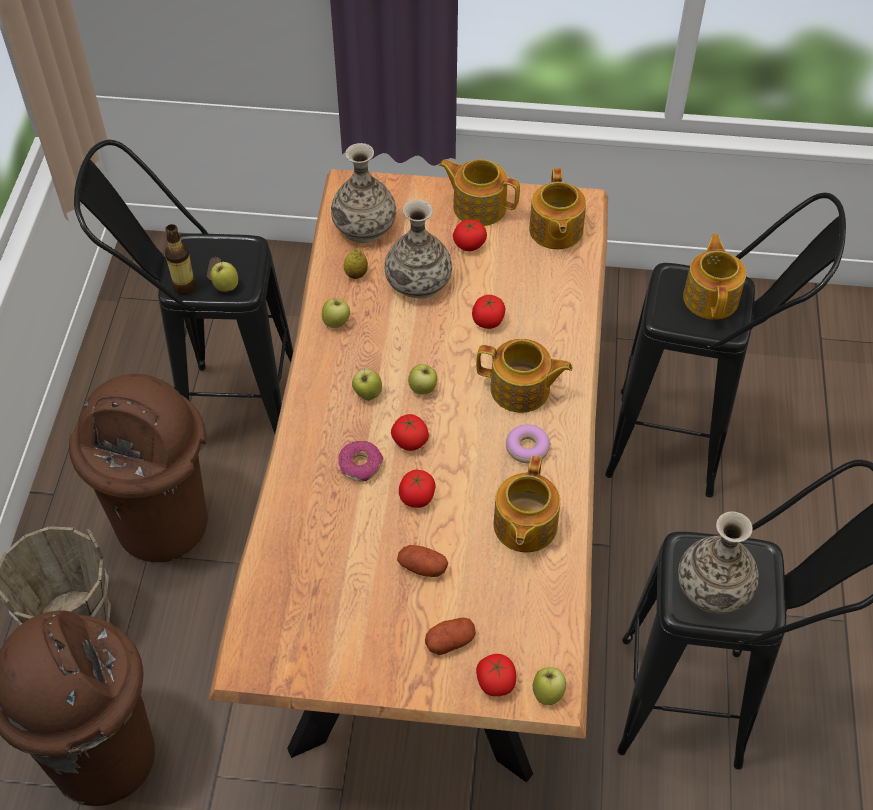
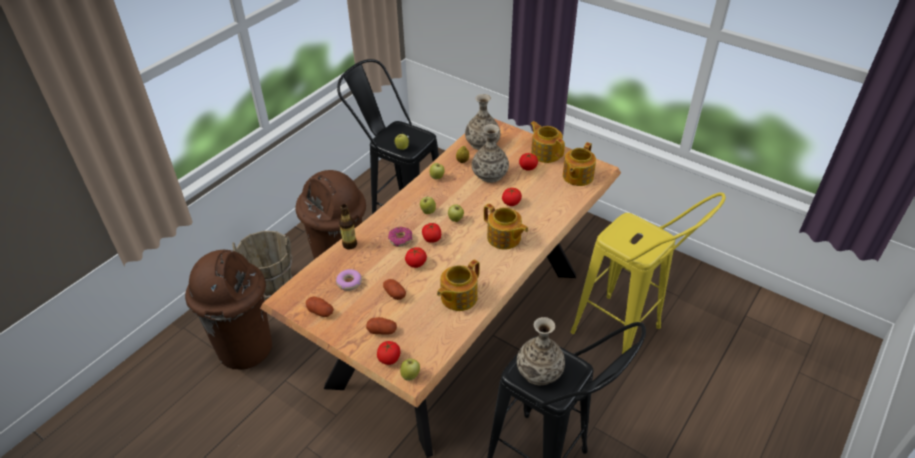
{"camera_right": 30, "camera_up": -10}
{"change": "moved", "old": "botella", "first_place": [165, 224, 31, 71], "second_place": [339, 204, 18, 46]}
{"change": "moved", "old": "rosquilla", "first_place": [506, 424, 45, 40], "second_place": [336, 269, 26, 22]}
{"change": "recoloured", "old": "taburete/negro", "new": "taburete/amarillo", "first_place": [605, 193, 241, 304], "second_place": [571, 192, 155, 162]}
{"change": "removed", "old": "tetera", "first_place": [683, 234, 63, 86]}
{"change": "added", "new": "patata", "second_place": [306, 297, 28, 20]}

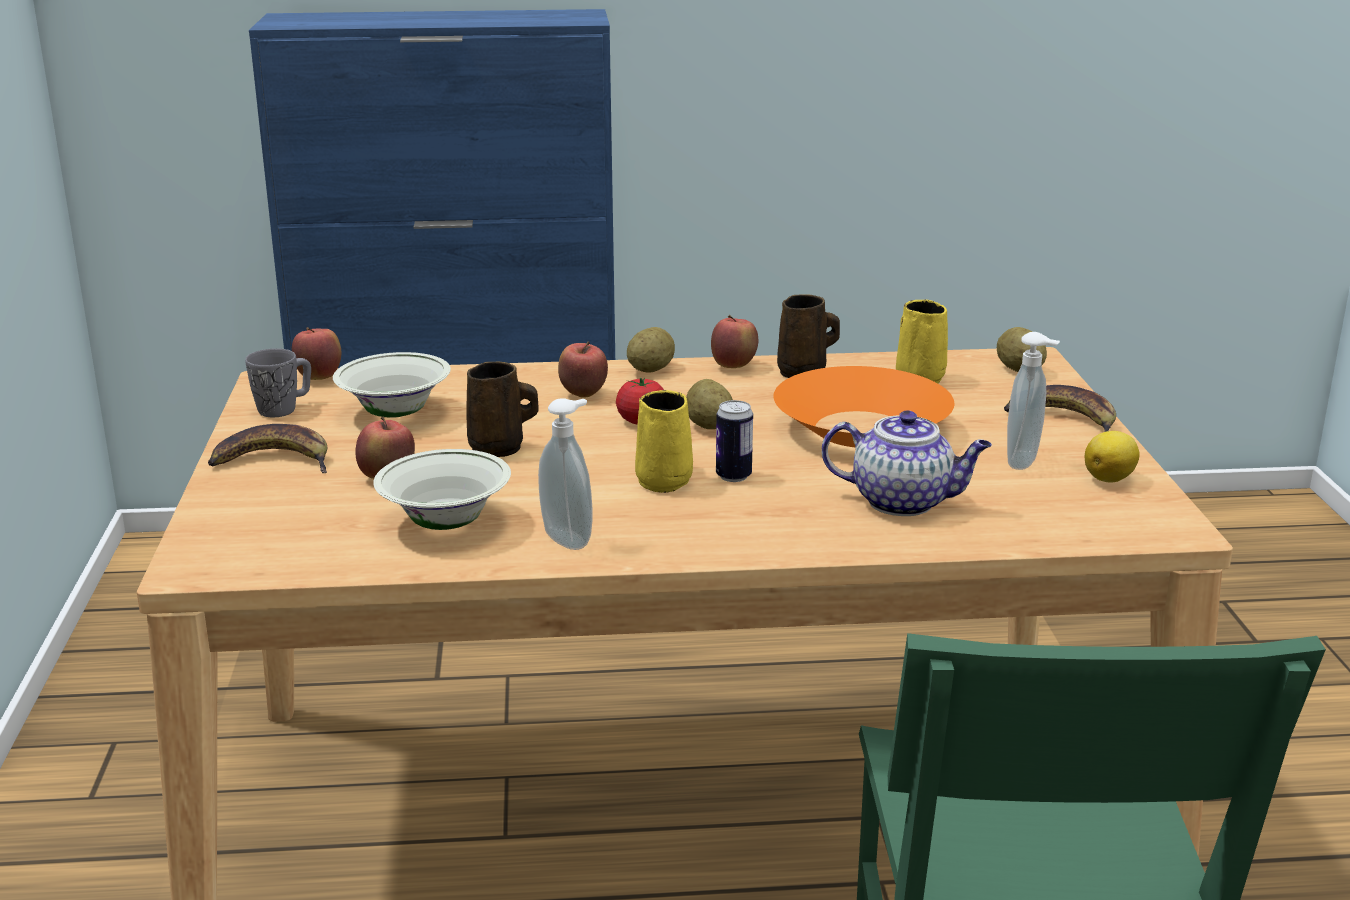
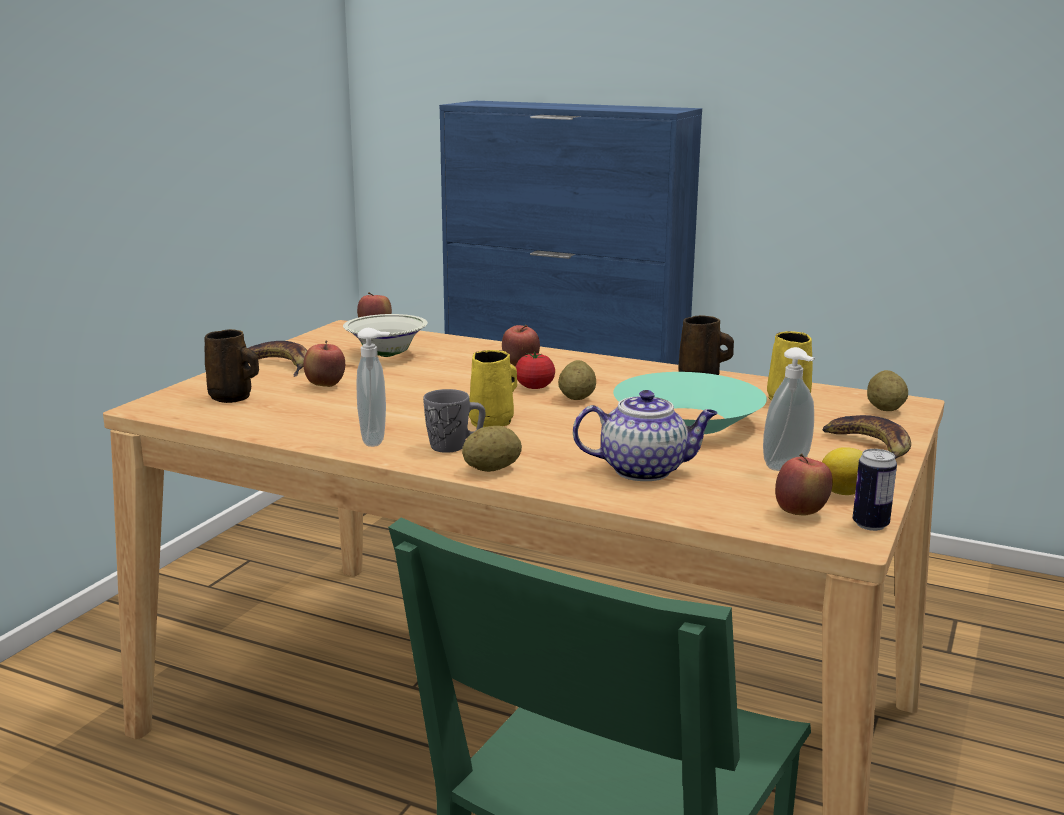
{"camera_right": 30, "camera_up": -5}
{"change": "moved", "old": "taza grande/gris", "first_place": [245, 348, 66, 69], "second_place": [423, 389, 63, 64]}
{"change": "removed", "old": "cuenco/blanco", "first_place": [373, 449, 138, 81]}
{"change": "moved", "old": "taza grande/marrón", "first_place": [466, 362, 73, 95], "second_place": [204, 329, 55, 74]}
{"change": "moved", "old": "patata", "first_place": [627, 327, 48, 46], "second_place": [462, 426, 60, 46]}
{"change": "moved", "old": "manzana", "first_place": [711, 315, 47, 53], "second_place": [775, 454, 58, 62]}
{"change": "moved", "old": "lata", "first_place": [716, 400, 37, 82], "second_place": [853, 449, 44, 82]}
{"change": "recoloured", "old": "cuenco/naranja", "new": "cuenco/turquesa", "first_place": [774, 366, 180, 81], "second_place": [613, 372, 154, 62]}
{"change": "turned", "old": "tetera", "first_place": [822, 410, 170, 106], "second_place": [573, 390, 145, 91], "degrees": -45}

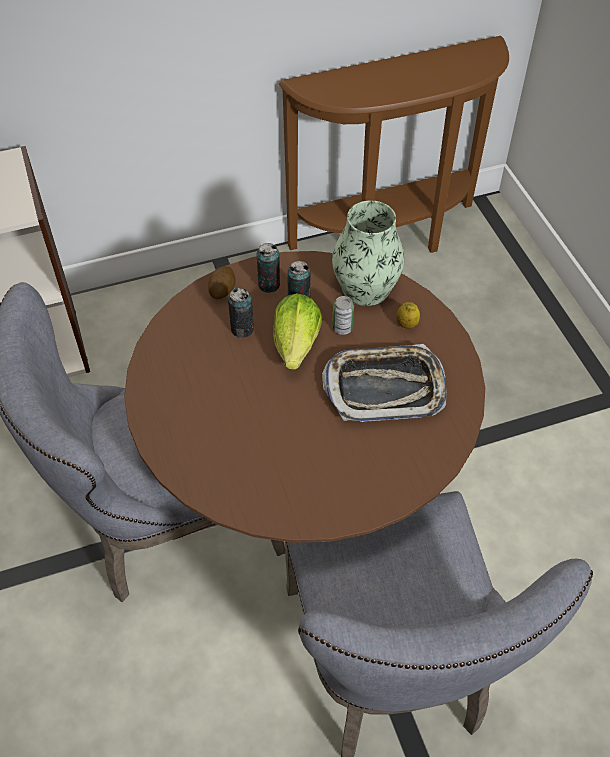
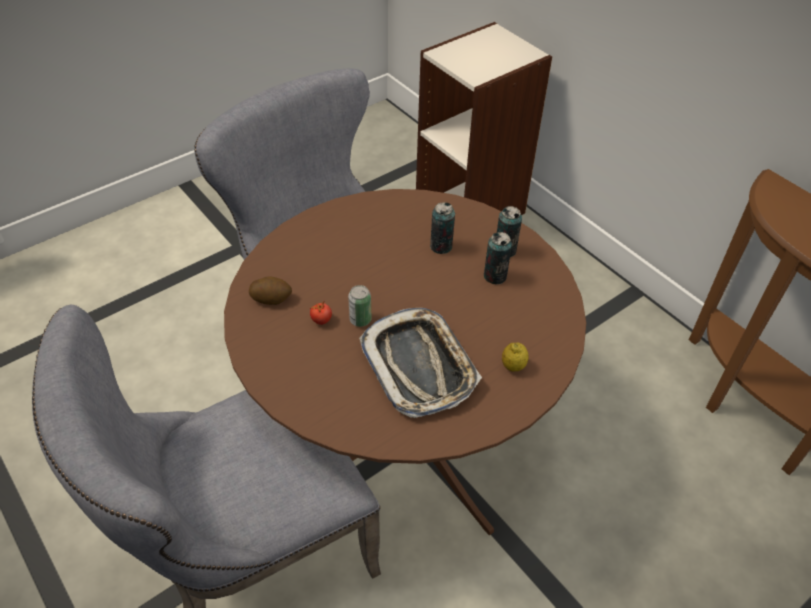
{"camera_right": 70, "camera_up": -5}
{"change": "moved", "old": "patata", "first_place": [208, 266, 28, 33], "second_place": [249, 276, 43, 29]}
{"change": "removed", "old": "lechuga", "first_place": [273, 293, 49, 77]}
{"change": "removed", "old": "florero", "first_place": [332, 201, 73, 105]}
{"change": "moved", "old": "lata", "first_place": [332, 296, 22, 39], "second_place": [348, 285, 23, 42]}
{"change": "added", "new": "tomate", "second_place": [310, 300, 22, 25]}

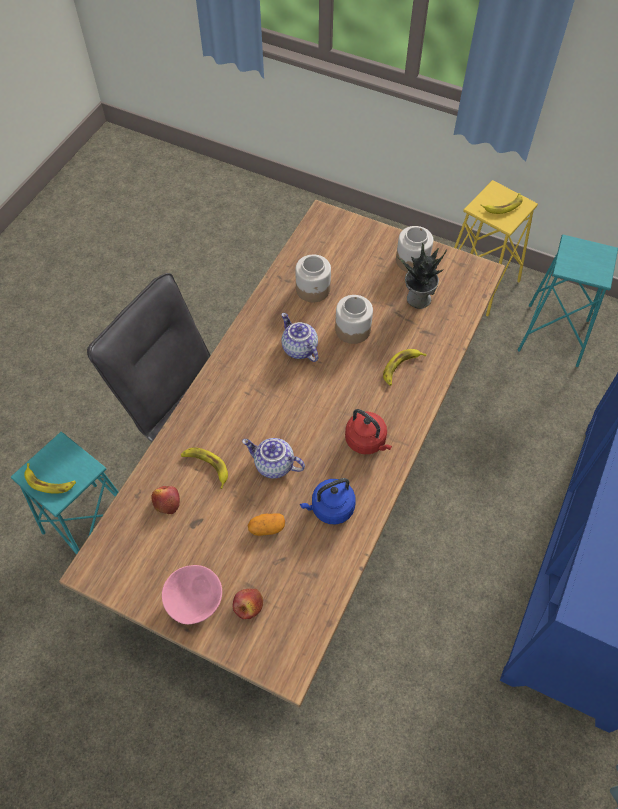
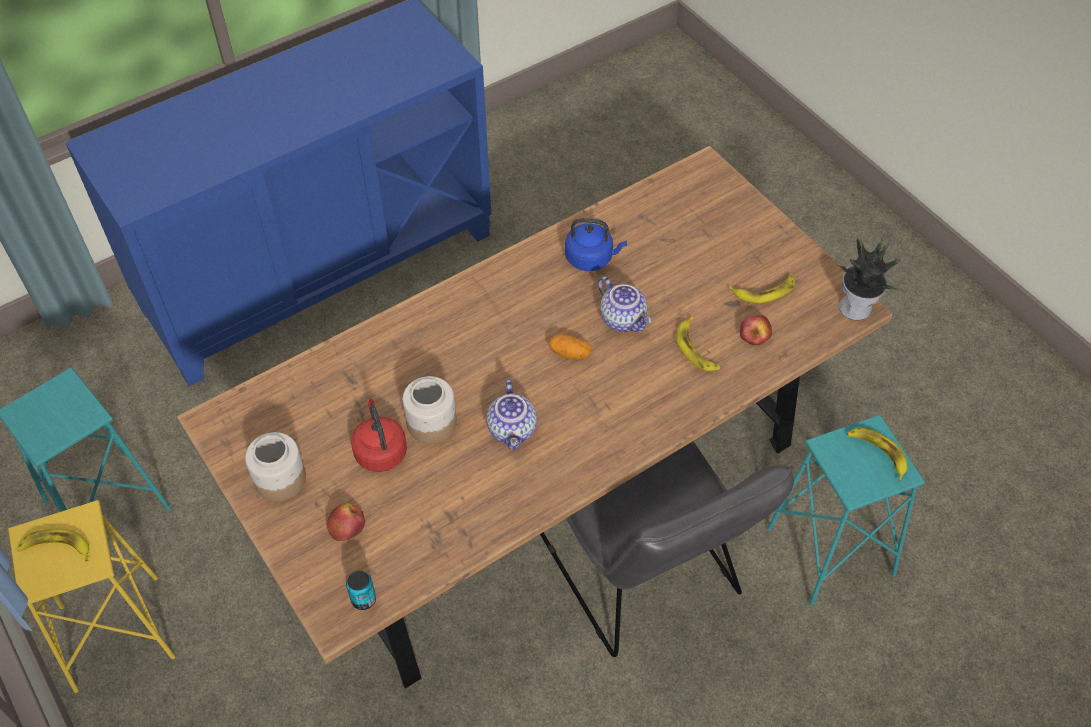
{"camera_right": -150, "camera_up": -5}
{"change": "removed", "old": "cuenco/rosa", "first_place": [162, 565, 60, 59]}
{"change": "moved", "old": "manzana", "first_place": [233, 589, 30, 30], "second_place": [326, 503, 39, 38]}
{"change": "moved", "old": "patata", "first_place": [248, 513, 37, 23], "second_place": [549, 334, 43, 25]}
{"change": "removed", "old": "tarro", "first_place": [295, 255, 36, 47]}
{"change": "moved", "old": "hervidor/rojo", "first_place": [345, 409, 47, 46], "second_place": [351, 399, 56, 73]}
{"change": "moved", "old": "plátano", "first_place": [383, 349, 43, 37], "second_place": [729, 274, 66, 29]}
{"change": "moved", "old": "planta en maceta", "first_place": [396, 243, 51, 66], "second_place": [836, 234, 65, 86]}
{"change": "added", "new": "lata", "second_place": [346, 571, 30, 39]}

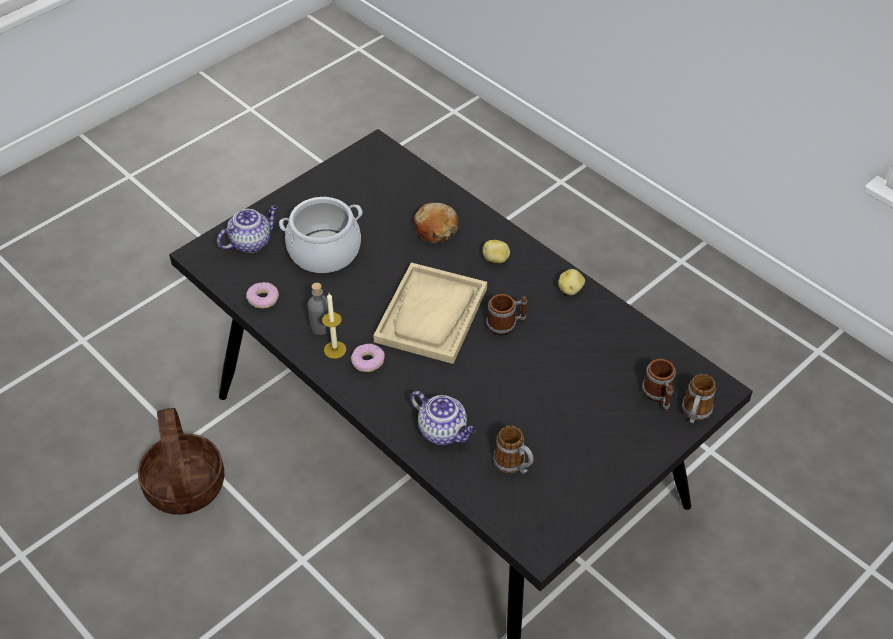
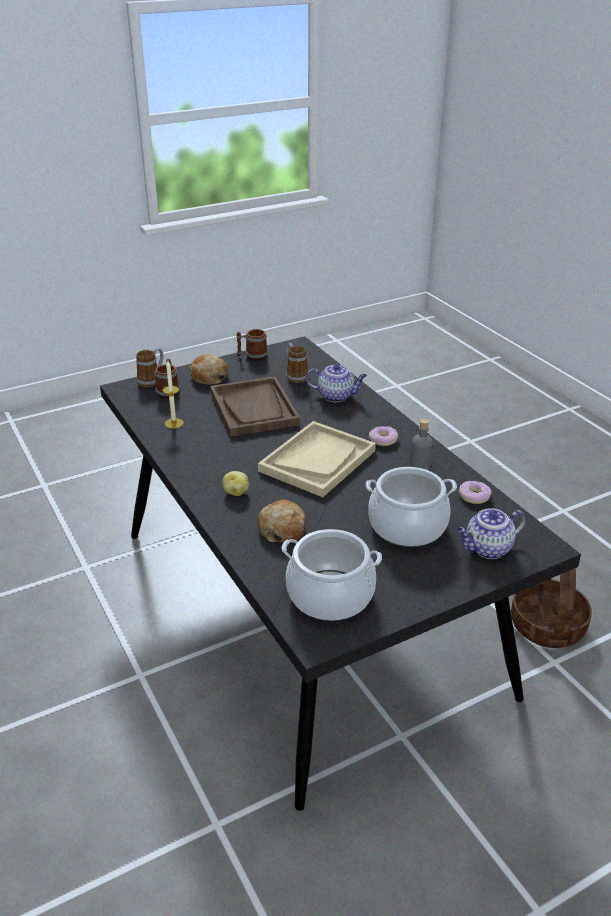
{"camera_right": -165, "camera_up": -15}
{"change": "moved", "old": "vela", "first_place": [322, 293, 24, 66], "second_place": [162, 361, 22, 68]}
{"change": "turned", "old": "tetera", "first_place": [410, 391, 66, 54], "second_place": [306, 364, 61, 38], "degrees": 135}
{"change": "moved", "old": "taza grande", "first_place": [486, 294, 41, 41], "second_place": [236, 329, 32, 32]}
{"change": "removed", "old": "patata", "first_place": [558, 269, 27, 26]}
{"change": "added", "new": "pan", "second_place": [189, 354, 39, 31]}
{"change": "added", "new": "bandeja/marrón", "second_place": [210, 376, 90, 61]}
{"change": "added", "new": "olla", "second_place": [282, 529, 100, 92]}

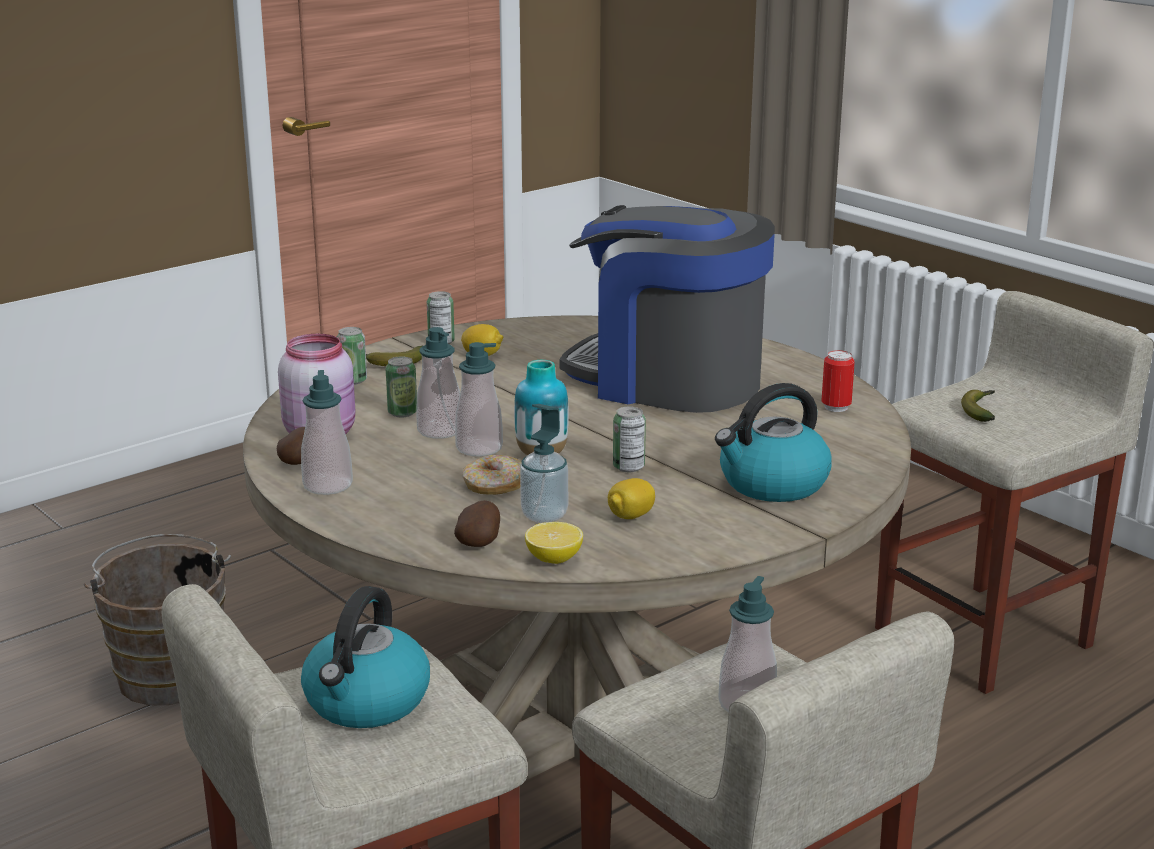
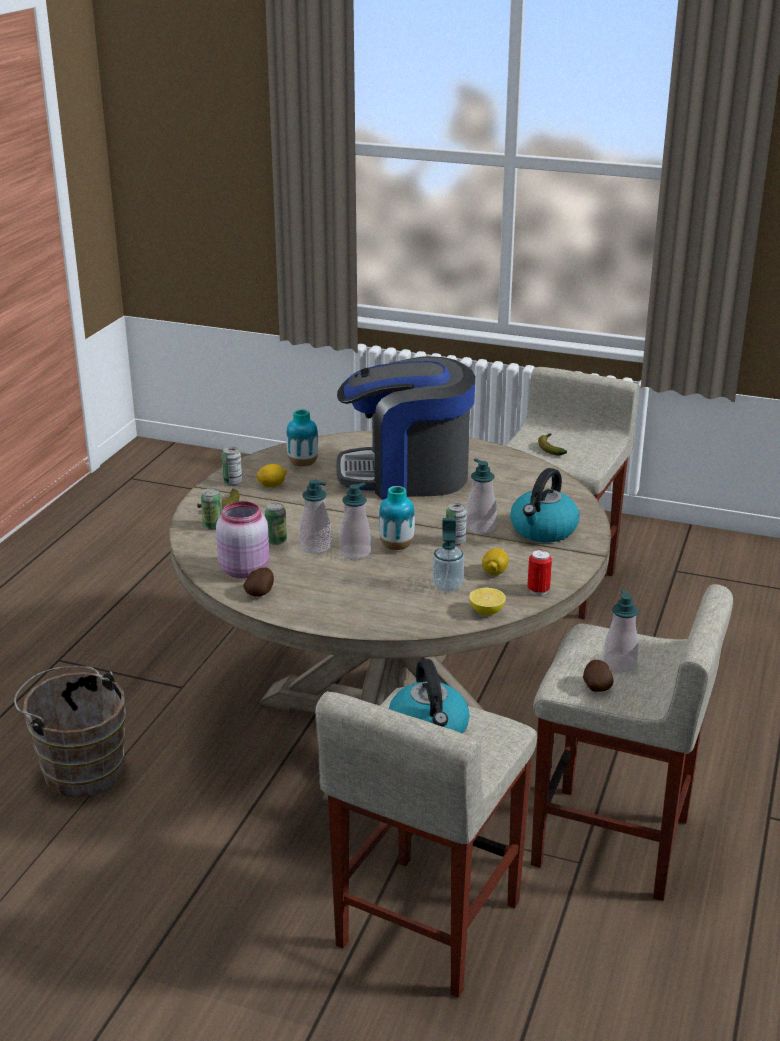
{"camera_right": -30, "camera_up": 5}
{"change": "moved", "old": "dispensador de jabón", "first_place": [301, 370, 52, 125], "second_place": [466, 458, 31, 76]}
{"change": "moved", "old": "patata", "first_place": [454, 500, 46, 47], "second_place": [583, 660, 31, 32]}
{"change": "removed", "old": "rosquilla", "first_place": [462, 455, 60, 40]}
{"change": "moved", "old": "lata", "first_place": [821, 350, 34, 62], "second_place": [527, 550, 25, 45]}
{"change": "added", "new": "florero", "second_place": [286, 409, 32, 58]}

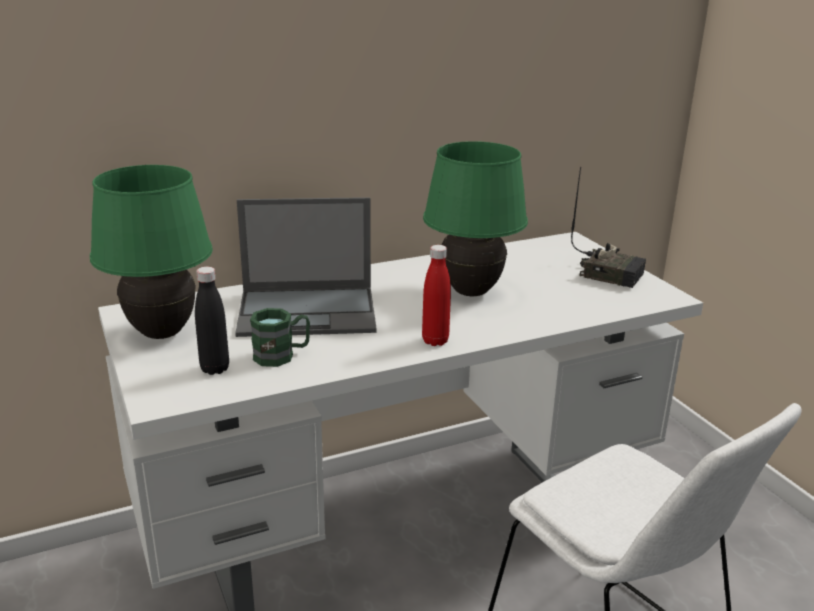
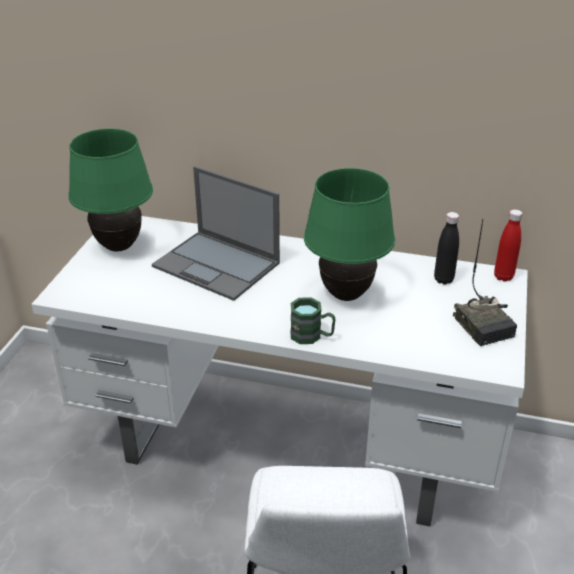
{"camera_right": 40, "camera_up": 10}
{"change": "moved", "old": "botella/negro", "first_place": [195, 267, 34, 108], "second_place": [434, 212, 25, 72]}
{"change": "moved", "old": "taza grande/verde", "first_place": [250, 308, 60, 59], "second_place": [290, 297, 46, 47]}
{"change": "moved", "old": "botella/rojo", "first_place": [422, 245, 29, 101], "second_place": [494, 209, 28, 73]}

